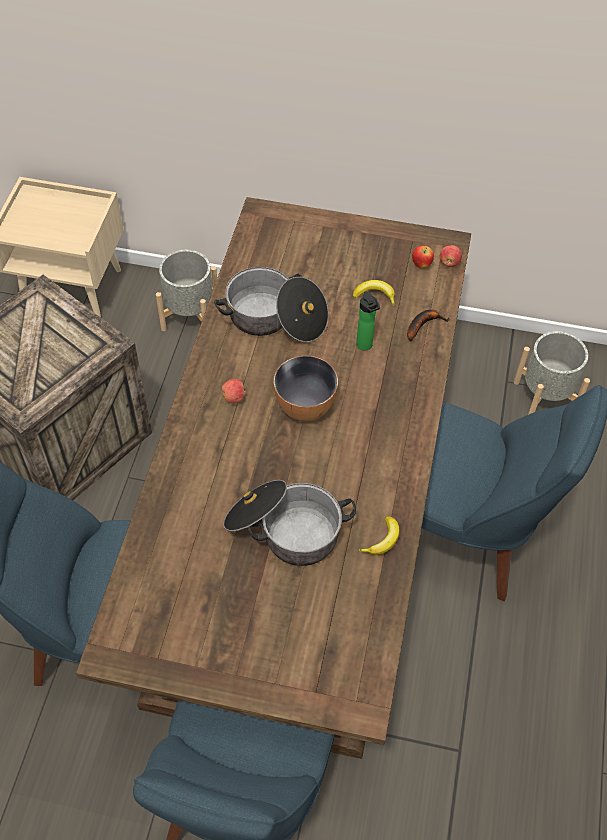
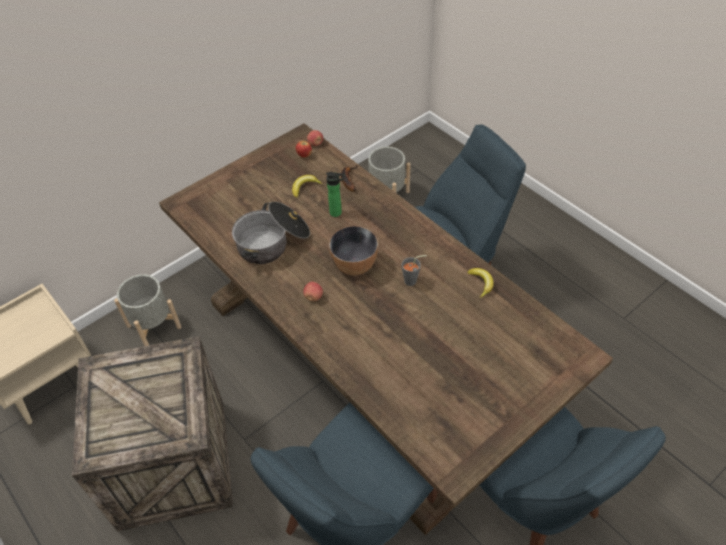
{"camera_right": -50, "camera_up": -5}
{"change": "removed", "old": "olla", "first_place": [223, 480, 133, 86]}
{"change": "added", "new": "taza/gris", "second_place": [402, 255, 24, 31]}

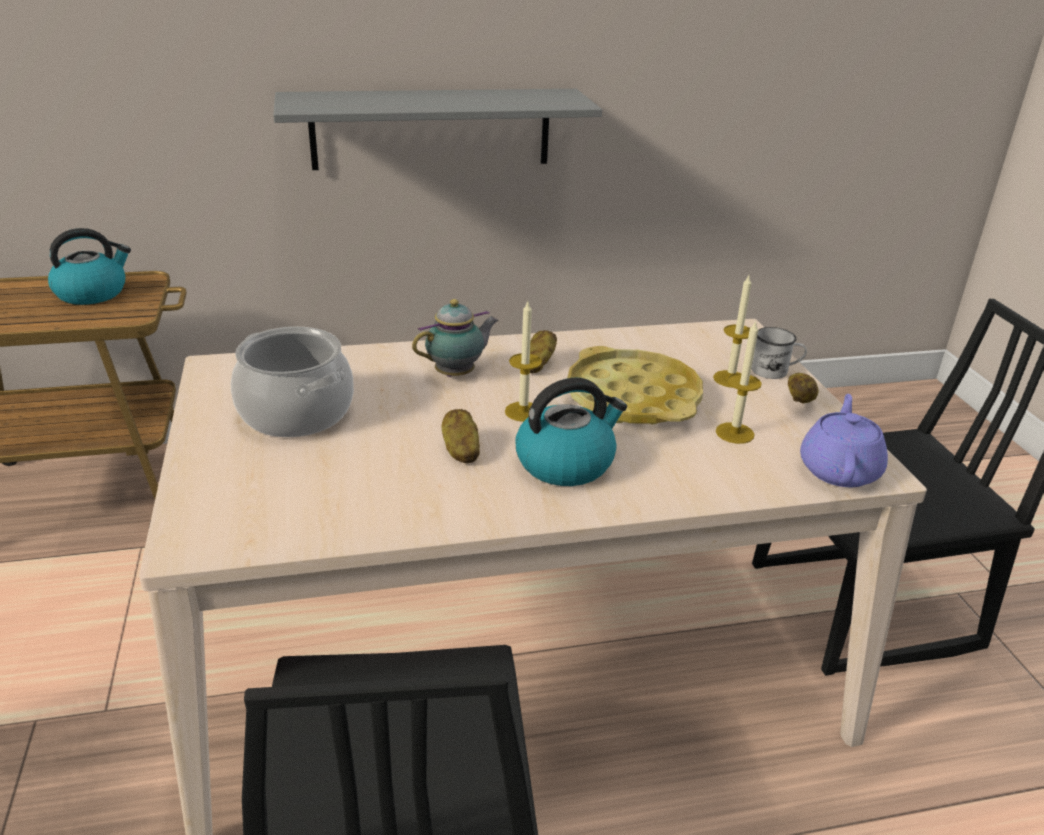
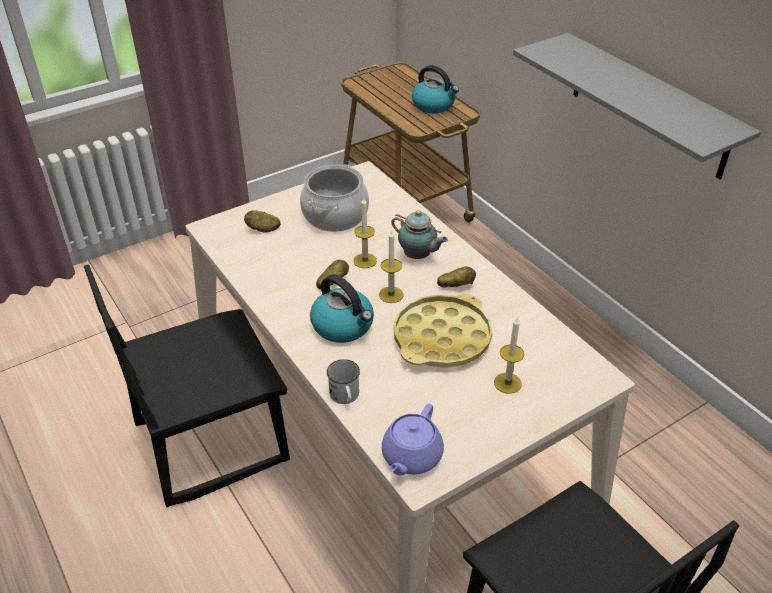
{"camera_right": 70, "camera_up": 10}
{"change": "moved", "old": "vela", "first_place": [716, 320, 46, 124], "second_place": [354, 198, 23, 70]}
{"change": "moved", "old": "taza grande/blanco", "first_place": [751, 327, 56, 52], "second_place": [327, 359, 33, 45]}
{"change": "moved", "old": "patata", "first_place": [788, 373, 30, 30], "second_place": [244, 210, 37, 22]}
{"change": "turned", "old": "tetera/morado", "first_place": [800, 394, 88, 93], "second_place": [382, 404, 62, 71], "degrees": 120}

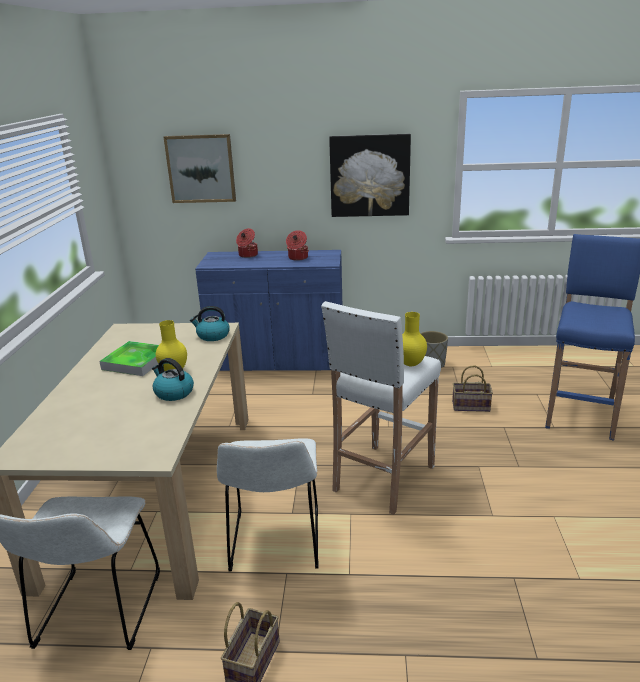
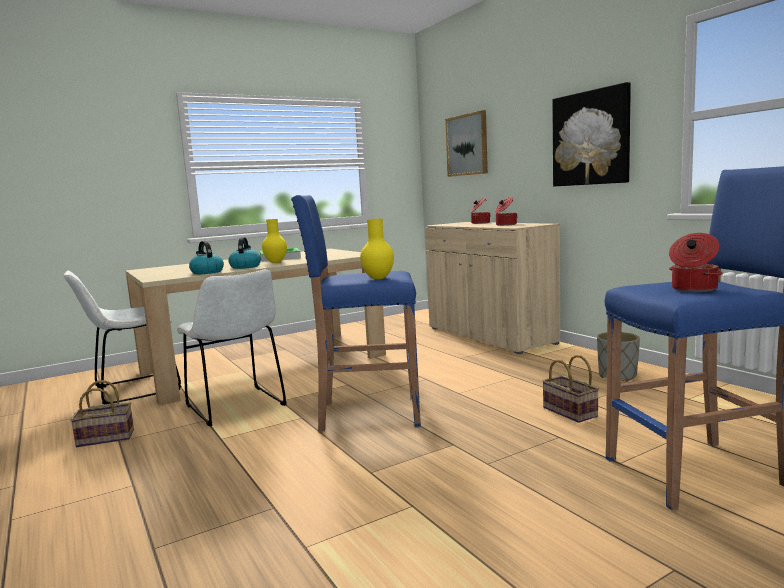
{"camera_right": 55, "camera_up": -15}
{"change": "moved", "old": "hervidor", "first_place": [190, 306, 40, 35], "second_place": [189, 241, 35, 33]}
{"change": "recoloured", "old": "armario/azul", "new": "armario/beis", "first_place": [195, 250, 147, 121], "second_place": [425, 222, 136, 132]}
{"change": "turned", "old": "silla/blanco", "first_place": [217, 438, 101, 133], "second_place": [177, 269, 110, 157], "degrees": -90}
{"change": "recoloured", "old": "taburete/blanco", "new": "taburete/azul", "first_place": [321, 301, 120, 214], "second_place": [291, 195, 130, 237]}
{"change": "added", "new": "olla", "second_place": [669, 233, 54, 59]}

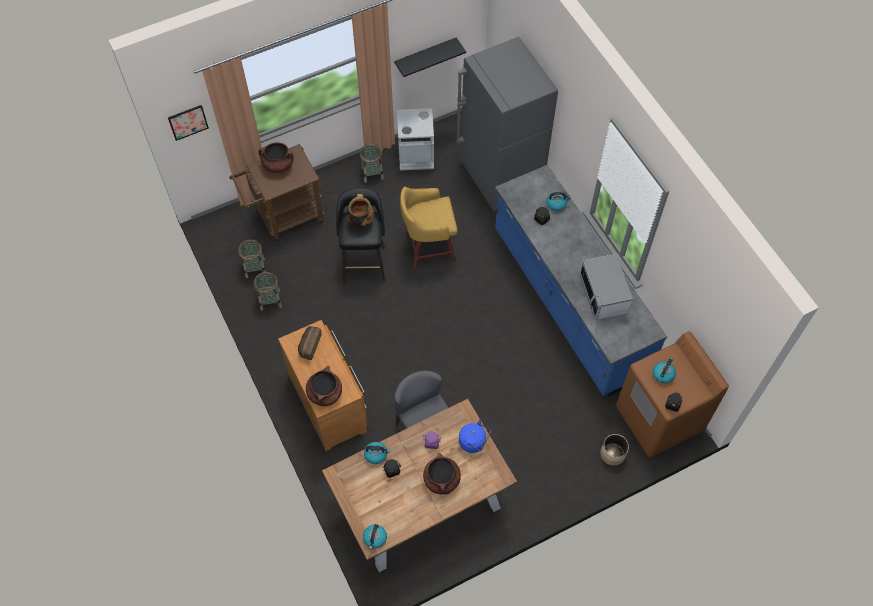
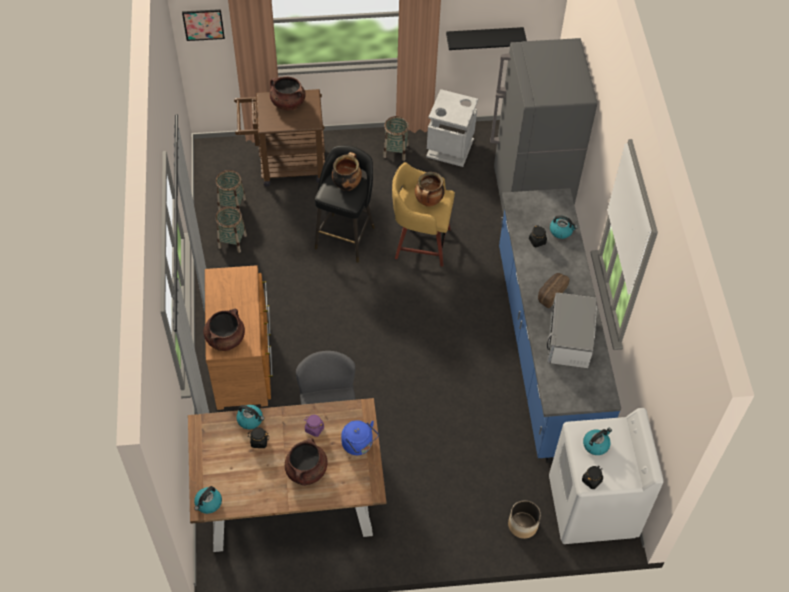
{"camera_right": 20, "camera_up": -5}
{"change": "moved", "old": "pan", "first_place": [298, 326, 24, 34], "second_place": [538, 273, 32, 35]}
{"change": "recoloured", "old": "lavadora/marrón", "new": "lavadora/blanco", "first_place": [616, 331, 113, 126], "second_place": [549, 408, 115, 136]}
{"change": "added", "new": "olla", "second_place": [415, 172, 30, 35]}

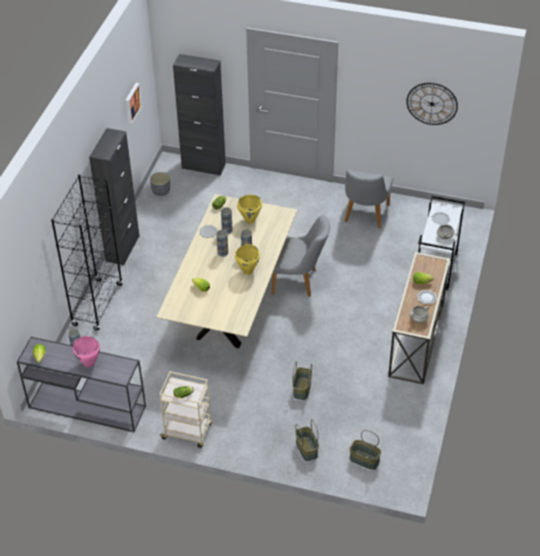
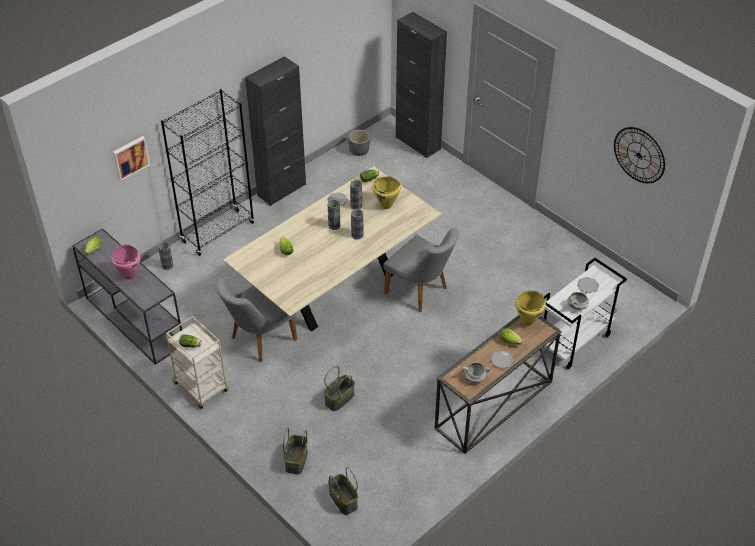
{"camera_right": 30, "camera_up": 0}
{"change": "moved", "old": "cuadro", "first_place": [125, 83, 17, 41], "second_place": [113, 136, 37, 45]}
{"change": "moved", "old": "olla/amarillo", "first_place": [235, 244, 25, 31], "second_place": [515, 291, 31, 35]}
{"change": "moved", "old": "silla/gris", "first_place": [344, 169, 49, 59], "second_place": [216, 279, 81, 83]}

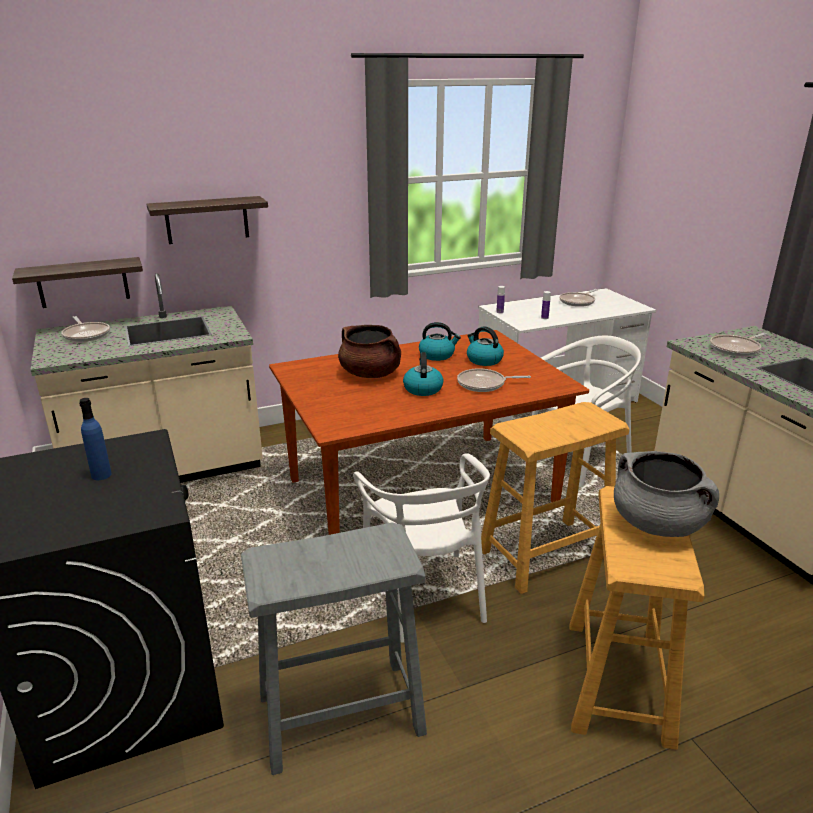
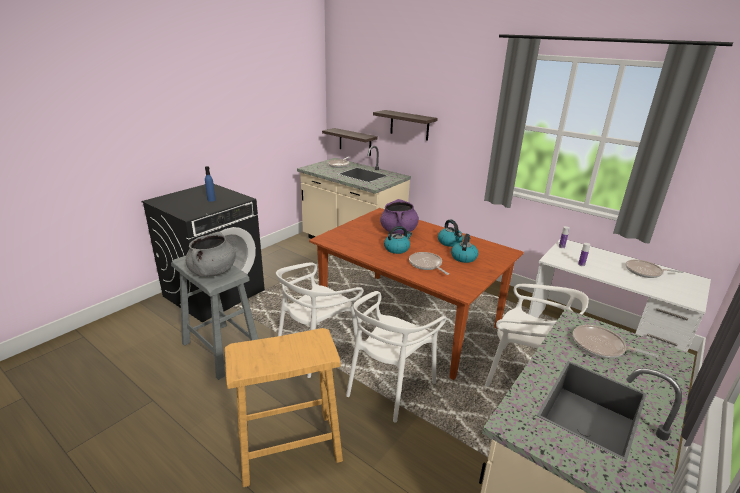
{"camera_right": 60, "camera_up": 0}
{"change": "recoloured", "old": "olla/marrón", "new": "olla/morado", "first_place": [338, 325, 63, 53], "second_place": [380, 199, 39, 35]}
{"change": "replaced", "old": "taburete/beis", "new": "silla/blanco", "first_place": [481, 402, 148, 192], "second_place": [346, 291, 100, 132]}
{"change": "moved", "old": "olla/gris", "first_place": [614, 451, 105, 86], "second_place": [186, 232, 50, 45]}

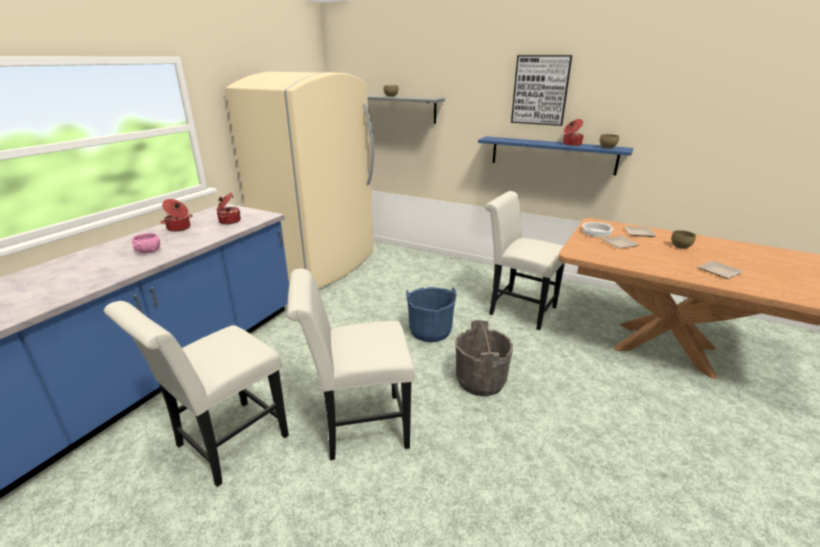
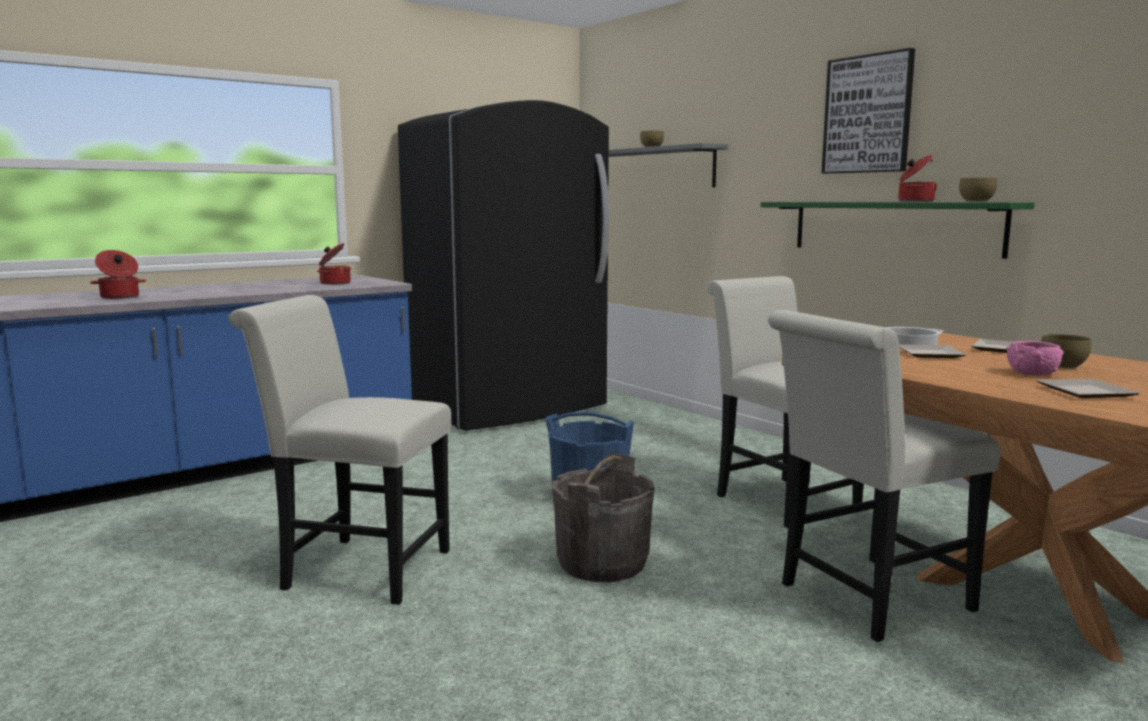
{"camera_right": 25, "camera_up": -15}
{"change": "moved", "old": "silla/blanco", "first_place": [104, 301, 185, 186], "second_place": [768, 310, 233, 332]}
{"change": "moved", "old": "cuenco/rosa", "first_place": [132, 233, 28, 20], "second_place": [1006, 341, 58, 35]}
{"change": "moved", "old": "olla", "first_place": [160, 199, 33, 33], "second_place": [90, 250, 56, 49]}
{"change": "recoloured", "old": "nevera/beis", "new": "nevera/negro", "first_place": [225, 72, 149, 217], "second_place": [398, 100, 212, 331]}
{"change": "recoloured", "old": "estante/azul", "new": "estante/verde", "first_place": [478, 136, 155, 39], "second_place": [761, 202, 273, 57]}

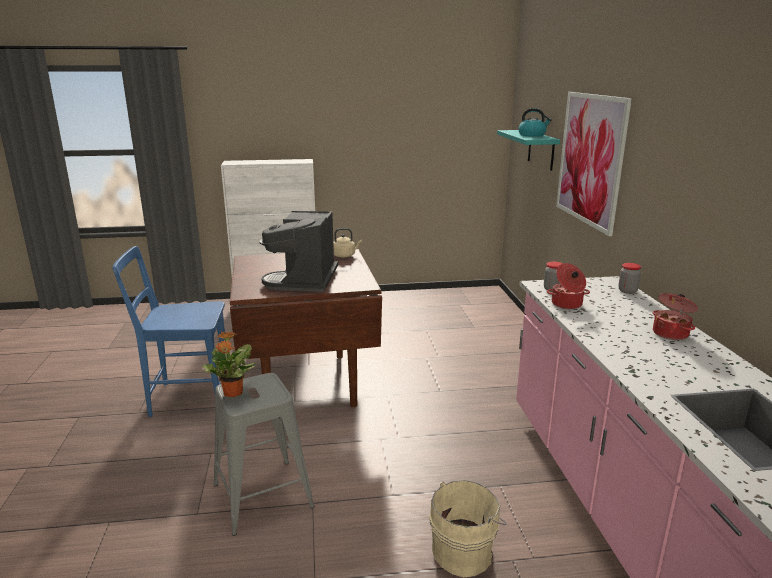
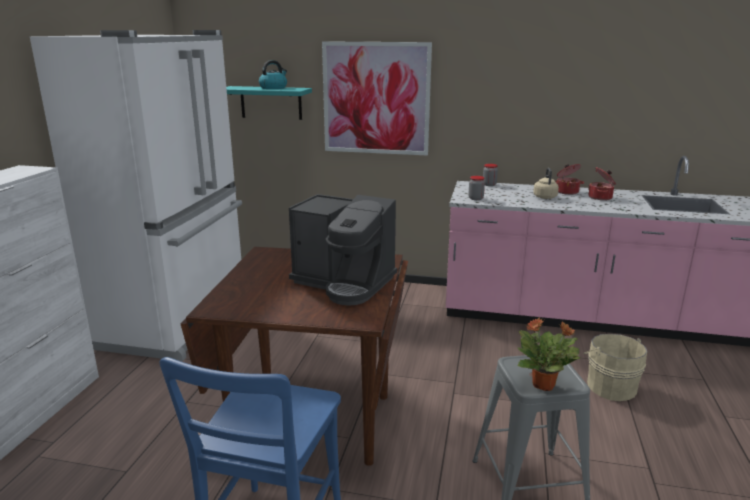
{"camera_right": -70, "camera_up": 0}
{"change": "moved", "old": "hervidor/beis", "first_place": [333, 228, 29, 30], "second_place": [533, 168, 26, 31]}
{"change": "moved", "old": "olla", "first_place": [547, 263, 43, 46], "second_place": [588, 167, 28, 33]}
{"change": "added", "new": "nevera/blanco", "second_place": [30, 30, 212, 331]}

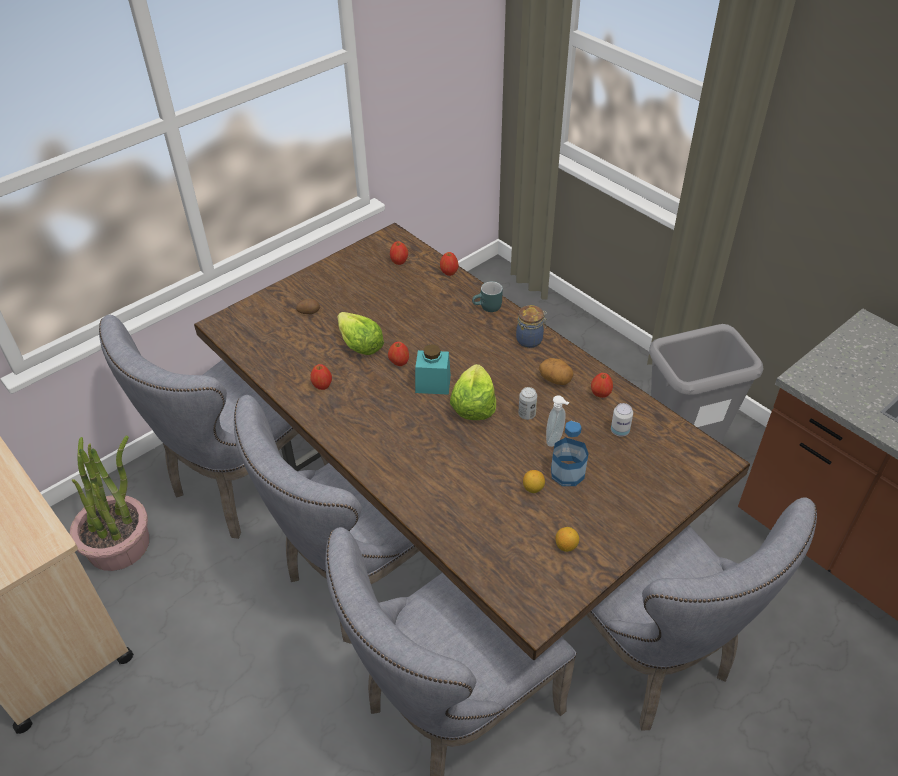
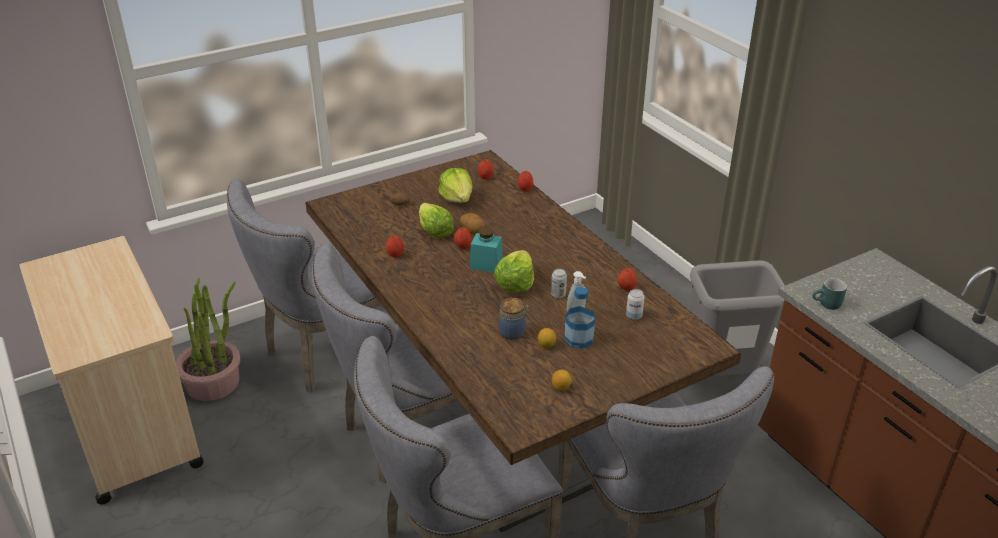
{"camera_right": 10, "camera_up": -10}
{"change": "moved", "old": "taza grande/turquesa", "first_place": [472, 281, 31, 31], "second_place": [812, 278, 35, 32]}
{"change": "moved", "old": "tarro", "first_place": [516, 305, 31, 43], "second_place": [499, 298, 29, 42]}
{"change": "moved", "old": "patata", "first_place": [539, 358, 35, 27], "second_place": [460, 213, 25, 21]}
{"change": "added", "new": "lechuga", "second_place": [438, 168, 34, 35]}

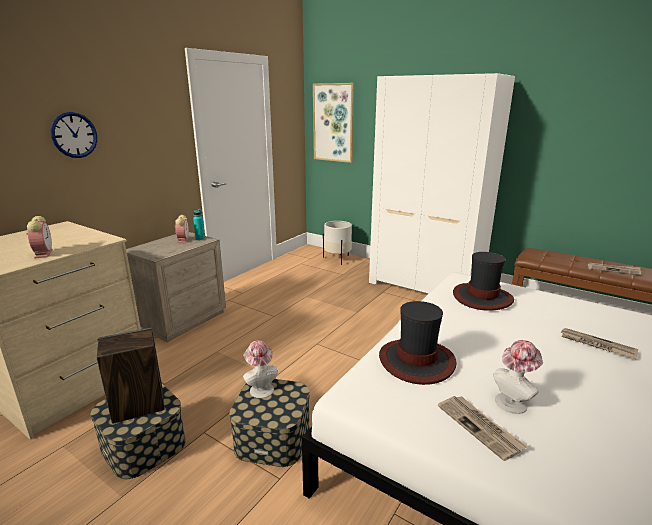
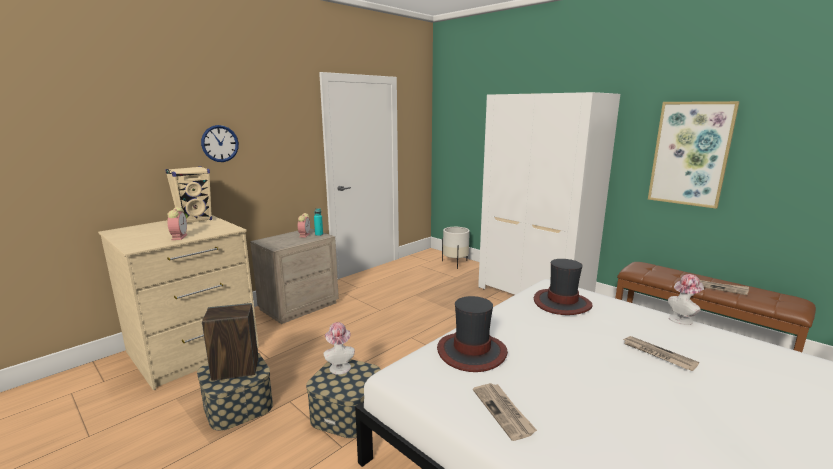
{"camera_right": 10, "camera_up": -5}
{"change": "moved", "old": "cuadro", "first_place": [313, 83, 41, 80], "second_place": [648, 101, 92, 108]}
{"change": "moved", "old": "sombrero", "first_place": [493, 340, 50, 74], "second_place": [668, 274, 36, 51]}
{"change": "added", "new": "altavoz/beis", "second_place": [165, 166, 47, 57]}

